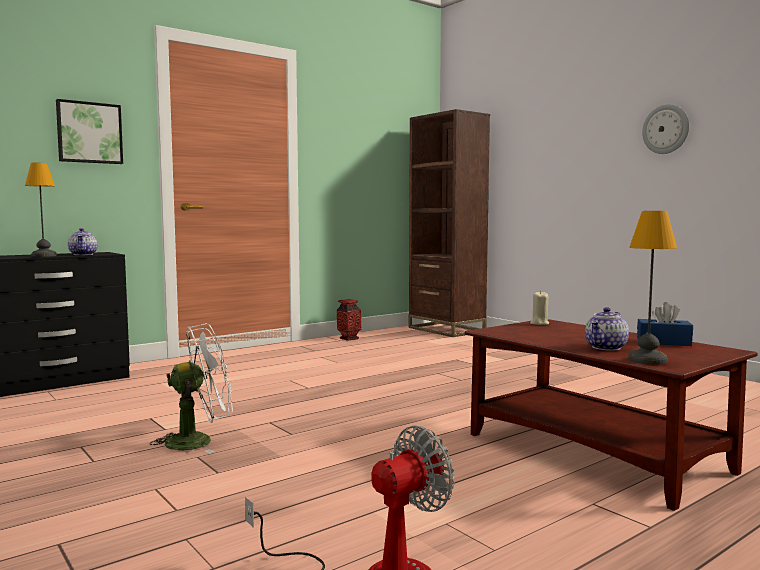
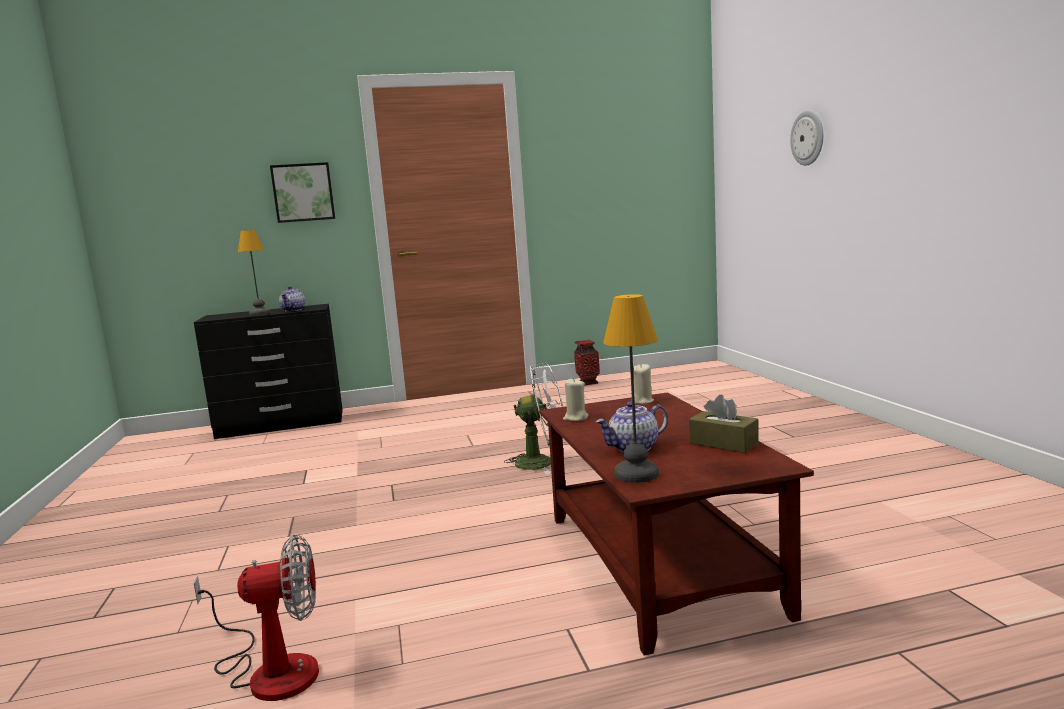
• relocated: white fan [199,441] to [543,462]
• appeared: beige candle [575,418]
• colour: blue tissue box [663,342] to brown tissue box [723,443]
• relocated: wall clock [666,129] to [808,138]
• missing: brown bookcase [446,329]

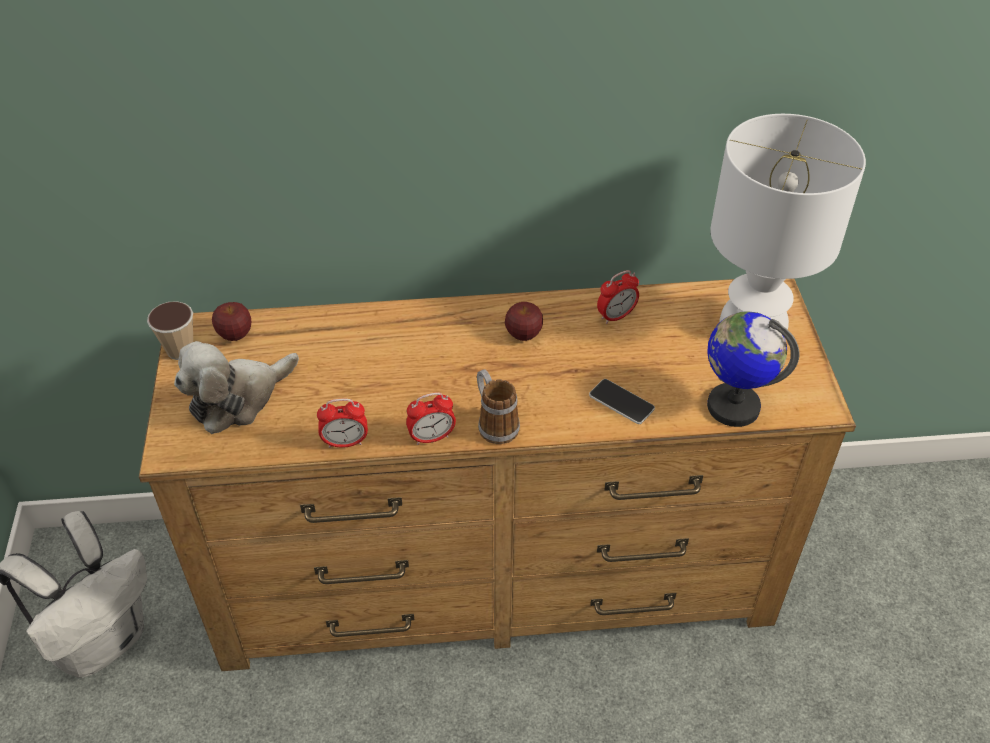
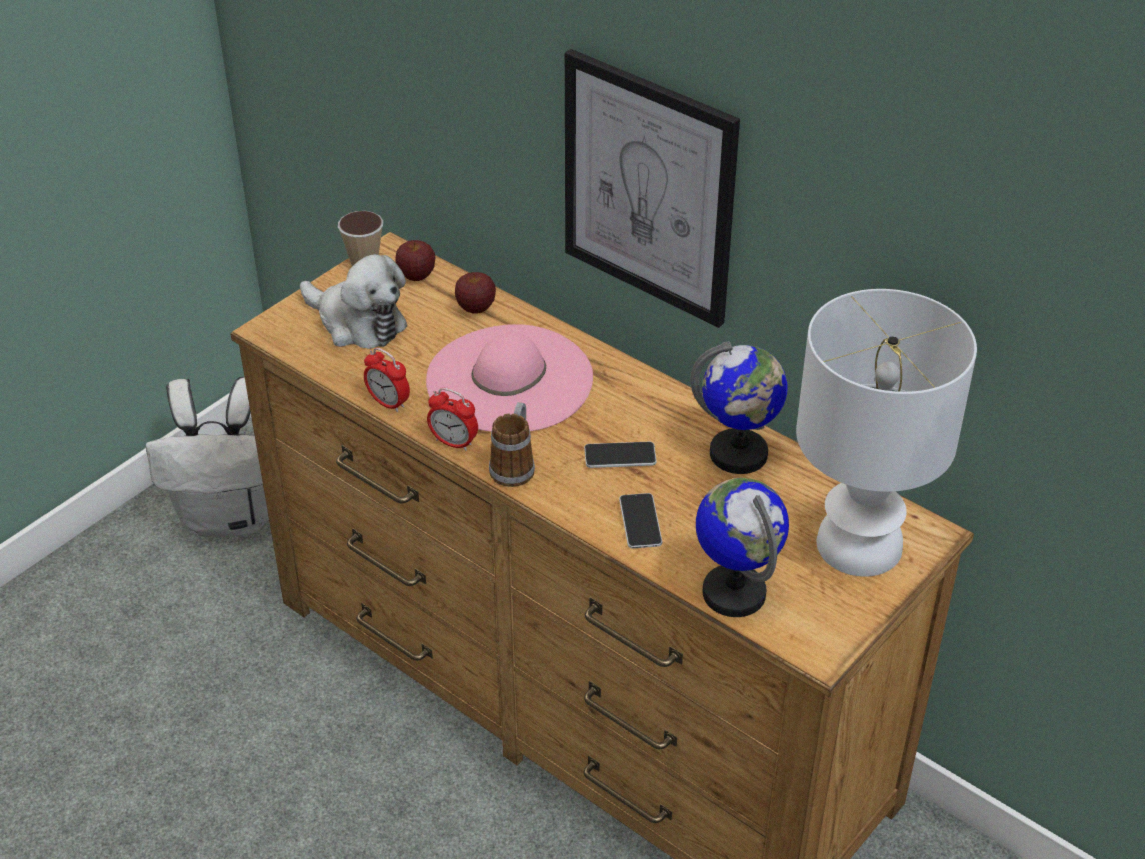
• spun: plush toy [237,399] = [357,323] 150 degrees counterclockwise
• appeared: pink hat [509,379]
• relocated: apple [523,334] to [476,308]
• appeared: picture [649,188]
• appeared: phone [620,456]
• exchanged: alarm clock [616,316] to globe [739,454]

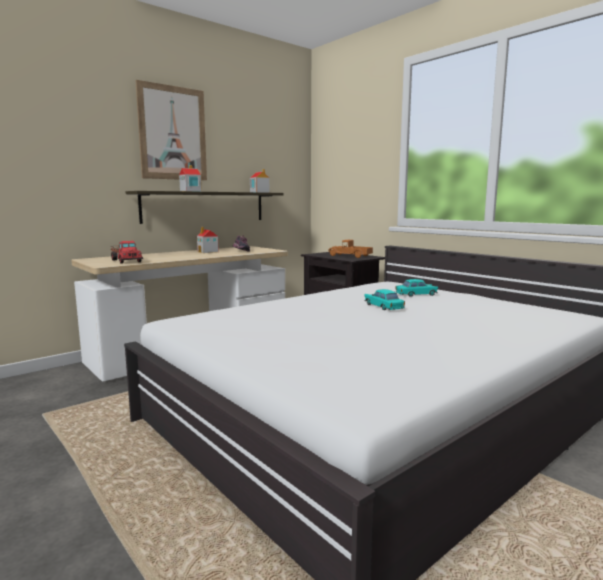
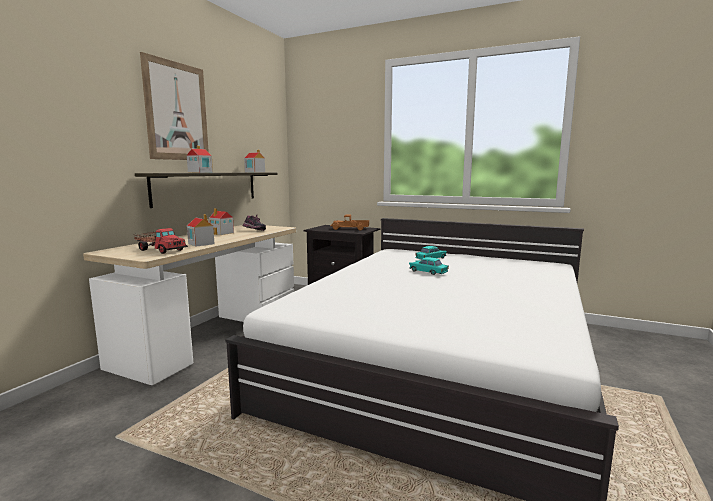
• appeared: toy house [201,244]

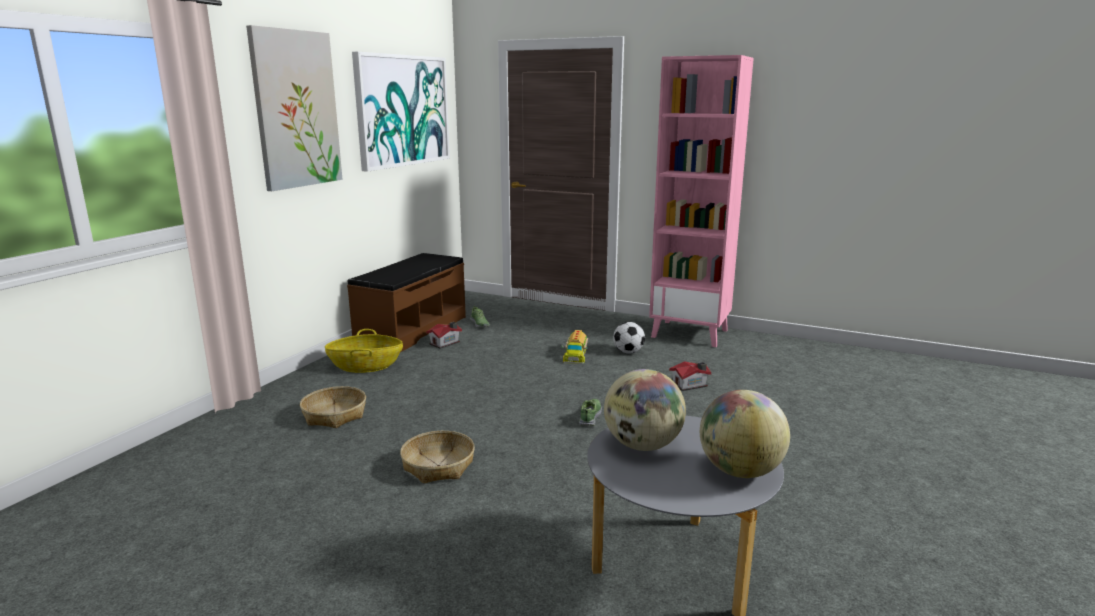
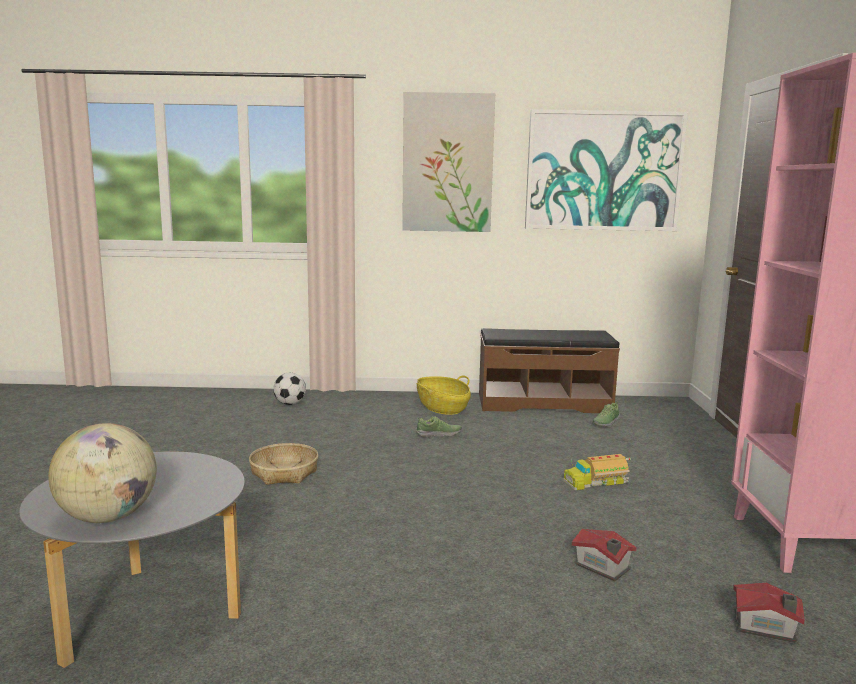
• relocated: football [628,352] to [290,403]
• relocated: shoe [590,417] to [439,434]
• relocated: toy house [445,343] to [766,628]
• missing: basket [334,415]
• missing: globe [642,445]

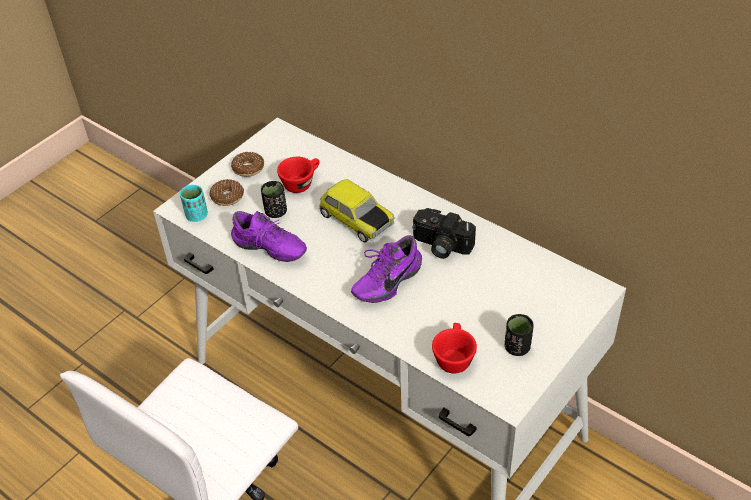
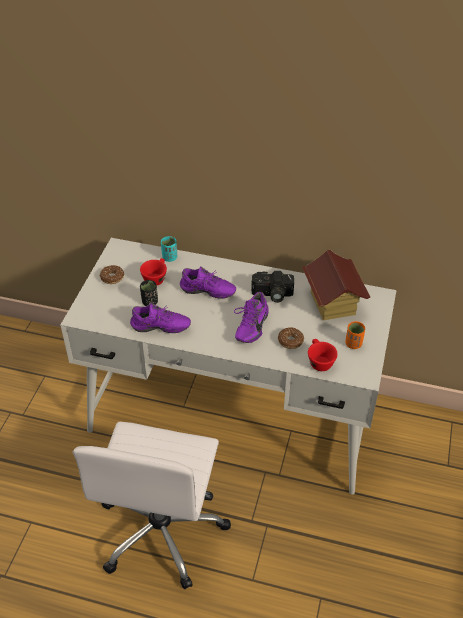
• relocated: turquoise cup [196,215] to [169,257]
• exchanged: toy car [355,220] to purple shoe [207,293]
• relocated: donut [227,197] to [290,341]
• appeared: toy house [332,303]
• colour: black cup [517,347] to orange cup [353,344]

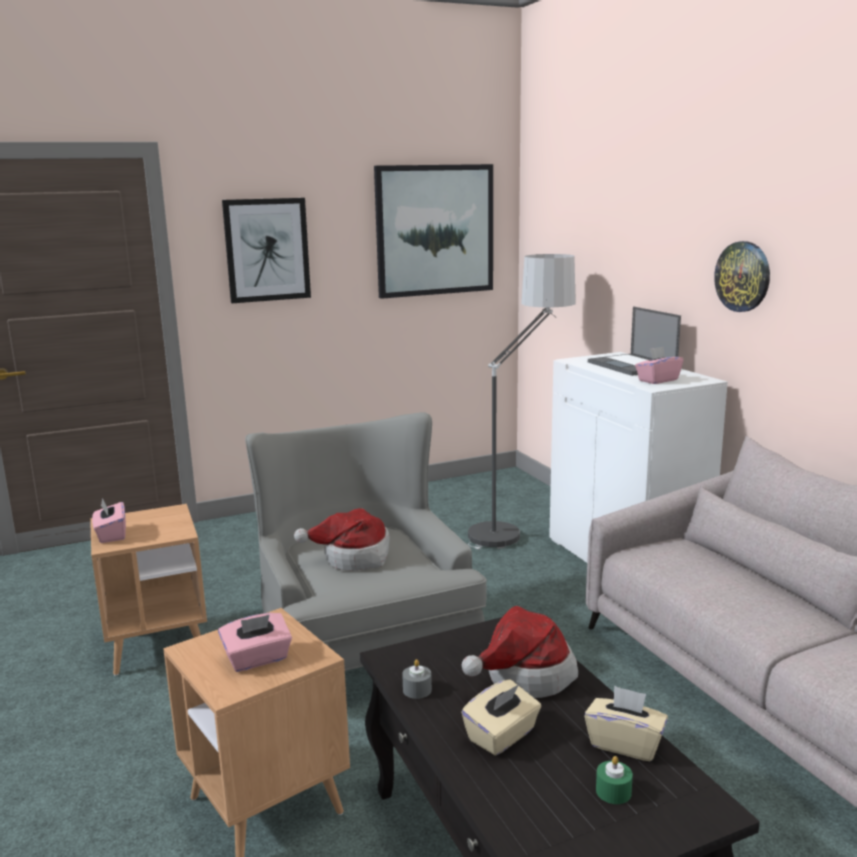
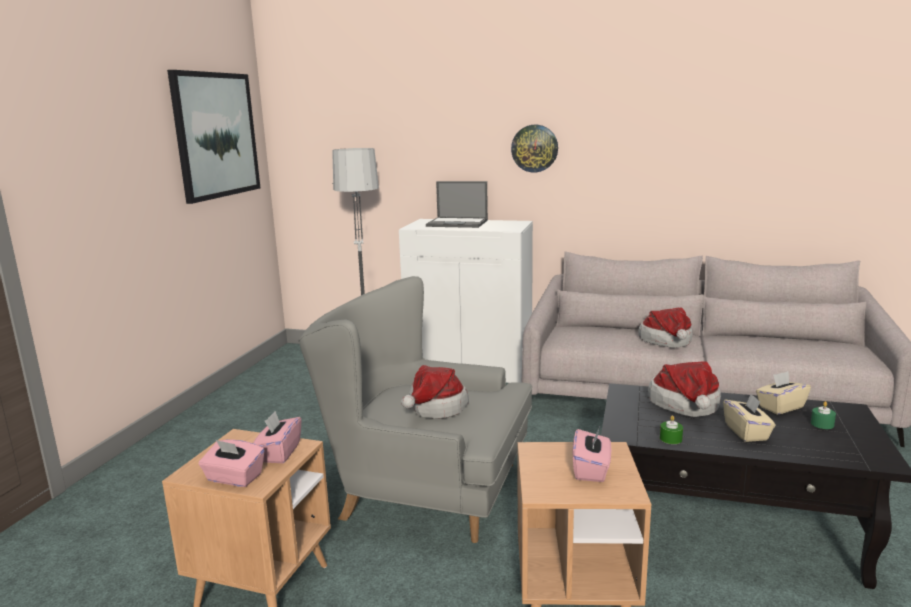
• relocated: pink tissue box [657,380] to [279,453]
• appeared: hat [667,341]
• colour: grey candle [417,690] to green candle [670,439]
• missing: picture [267,250]

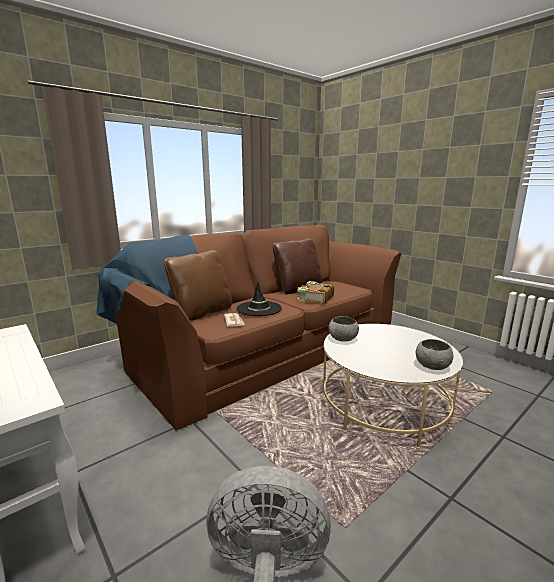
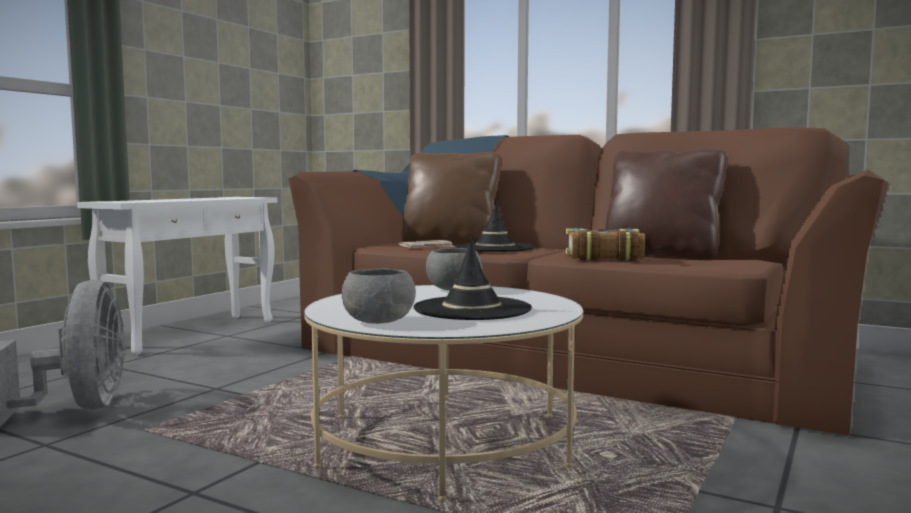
• appeared: black hat [472,309]

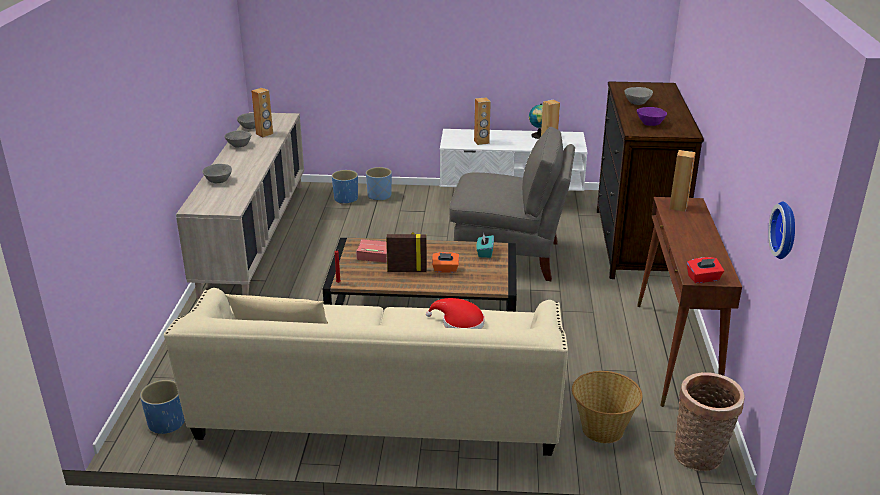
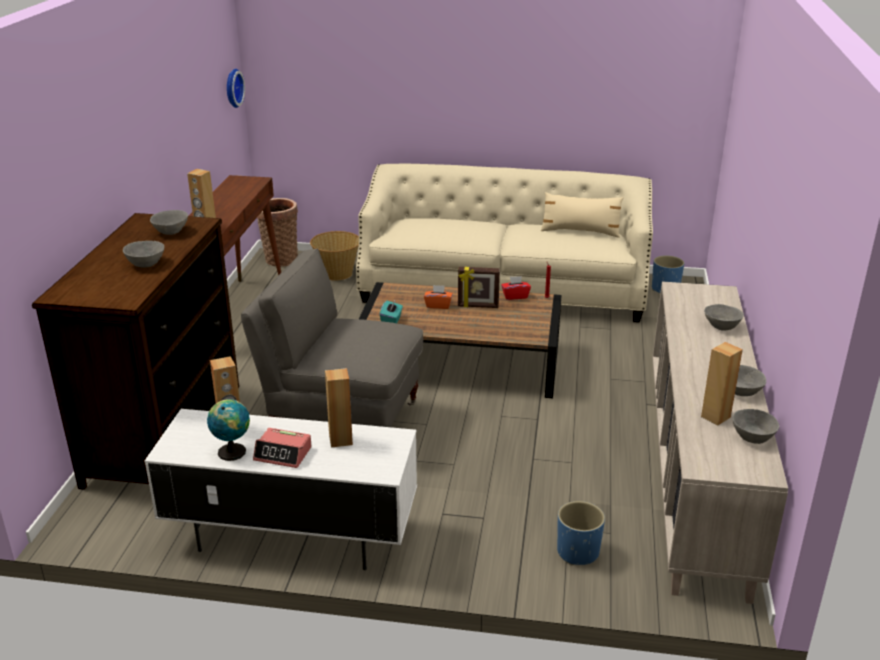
• colour: purple bowl [650,123] to grey bowl [170,231]
• relocated: alarm clock [374,255] to [283,454]
• relocated: red tissue box [703,278] to [515,296]
• missing: blue planter [379,196]
• missing: red hat [459,323]

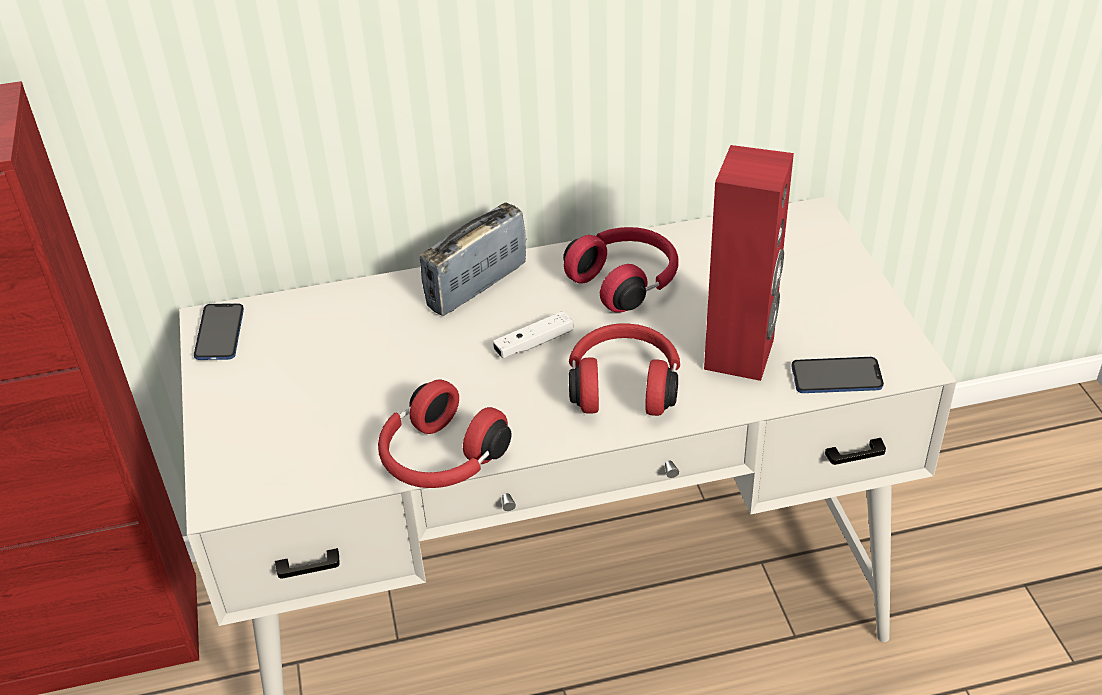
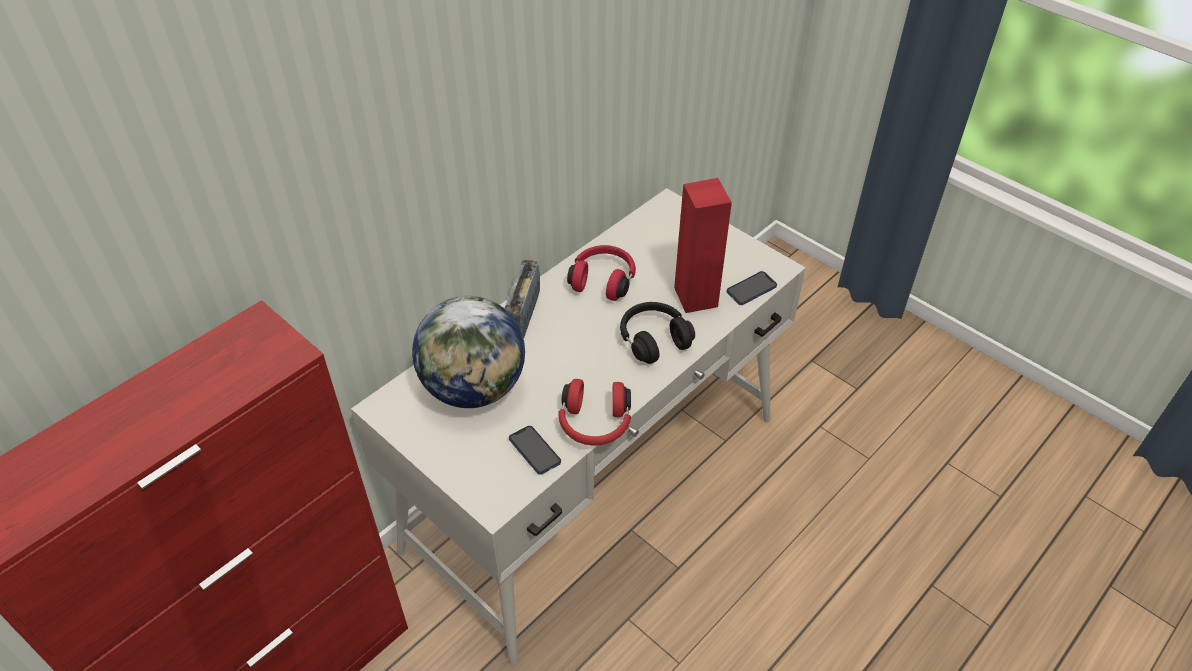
• appeared: globe [474,388]
• relocated: phone [220,333] to [534,451]
• colour: red headphones [624,385] to black headphones [653,339]
• missing: white game controller [534,343]

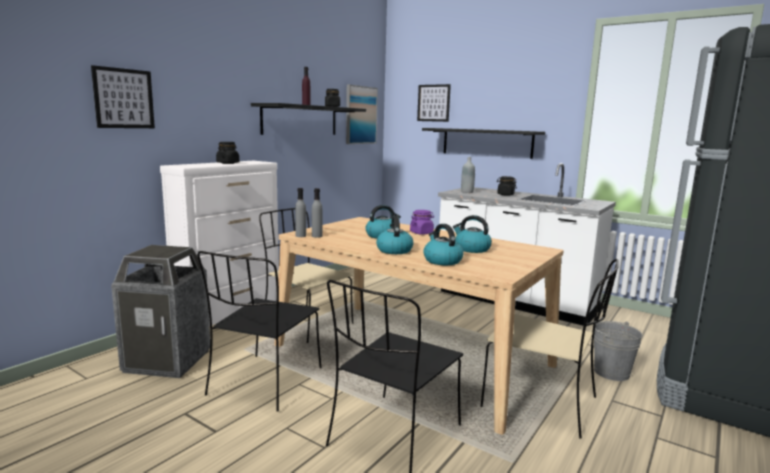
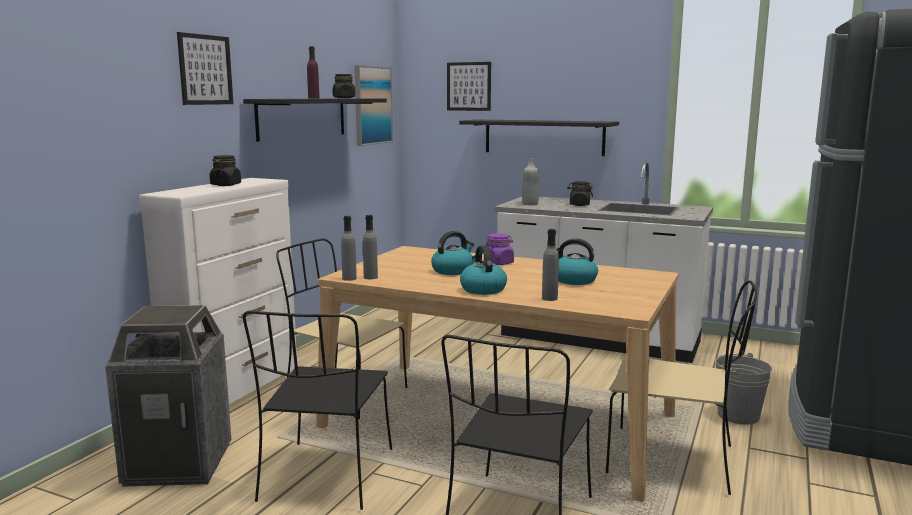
• relocated: picture [124,98] to [205,70]
• exchanged: kettle [442,261] to grey bottle [549,298]

